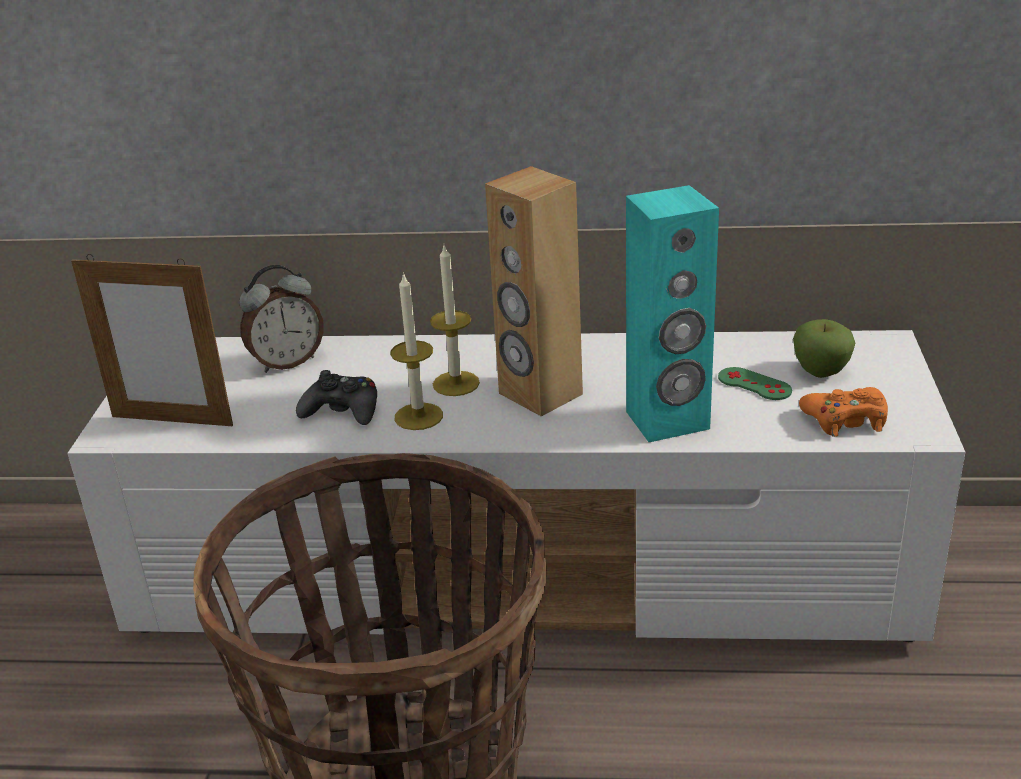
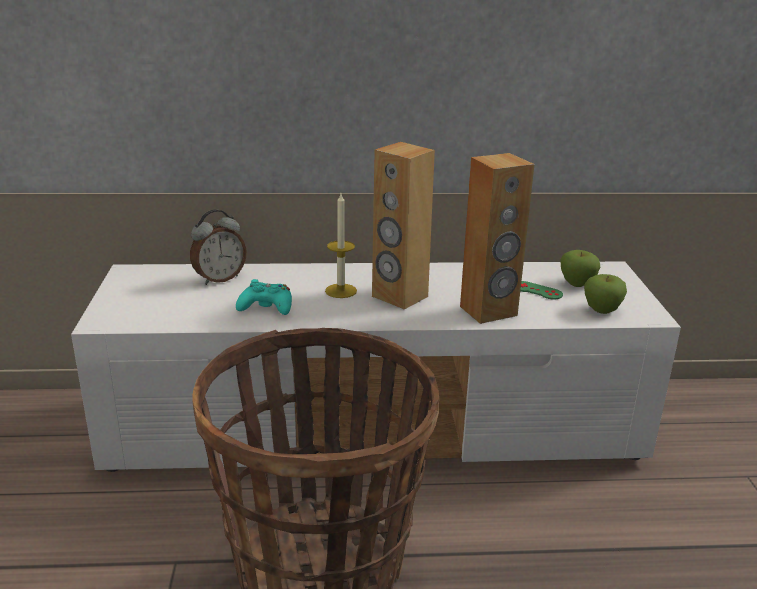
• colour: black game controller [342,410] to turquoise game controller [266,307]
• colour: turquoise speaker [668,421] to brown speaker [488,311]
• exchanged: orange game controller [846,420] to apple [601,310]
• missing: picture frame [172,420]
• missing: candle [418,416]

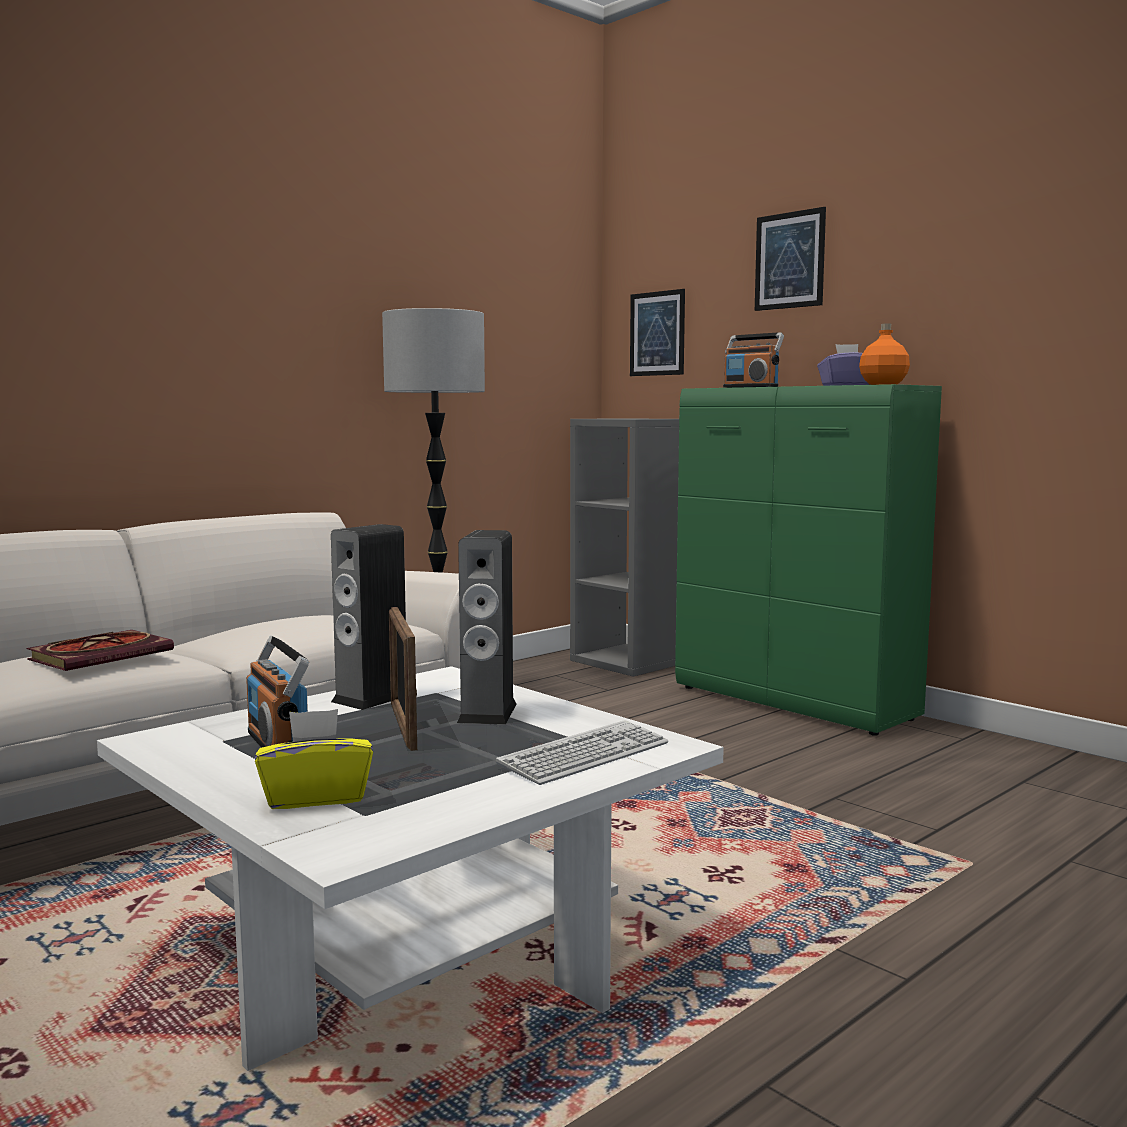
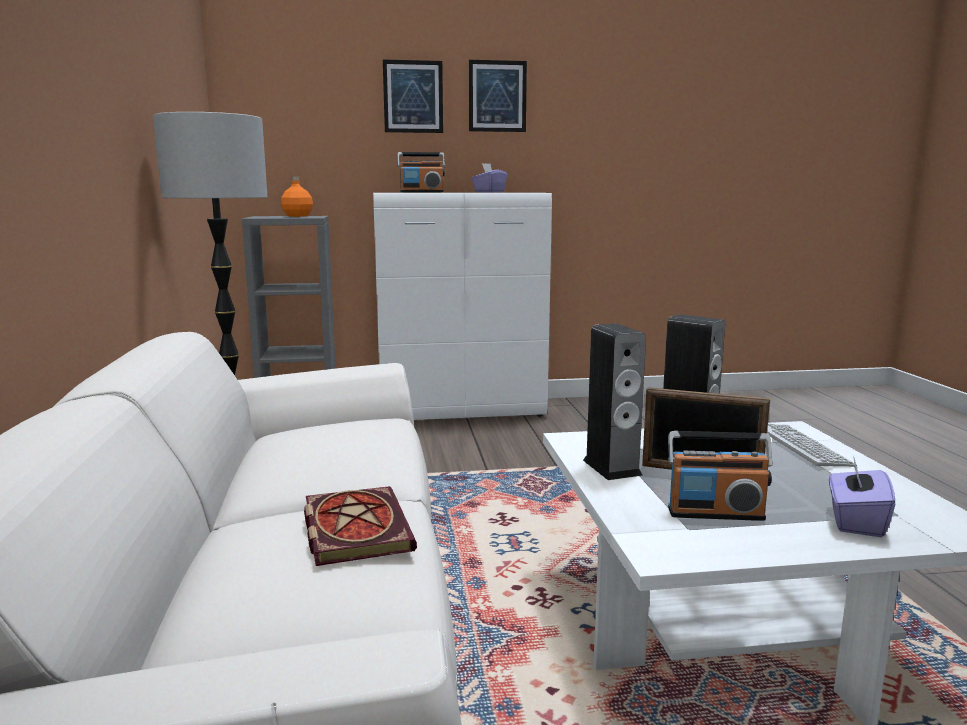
• relocated: orange bottle [882,384] to [297,216]
• colour: green cabinet [795,703] to white cabinet [463,412]
• relocated: picture [657,333] to [497,96]
• colour: yellow tissue box [316,797] to purple tissue box [855,521]

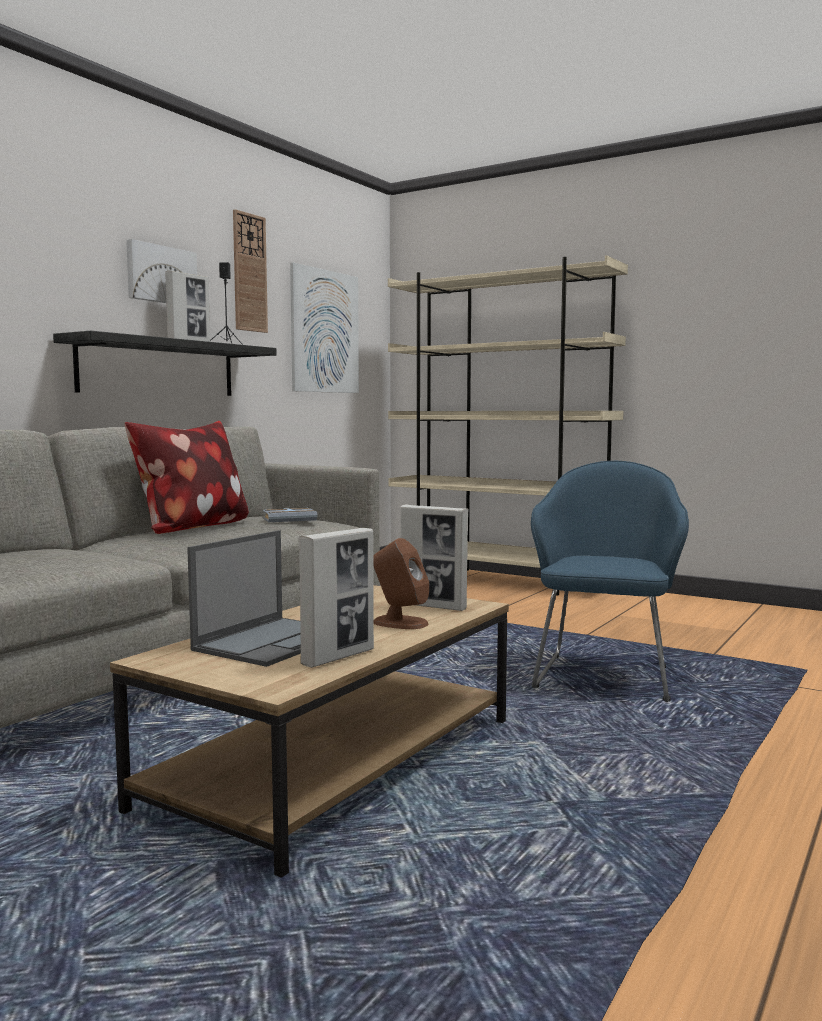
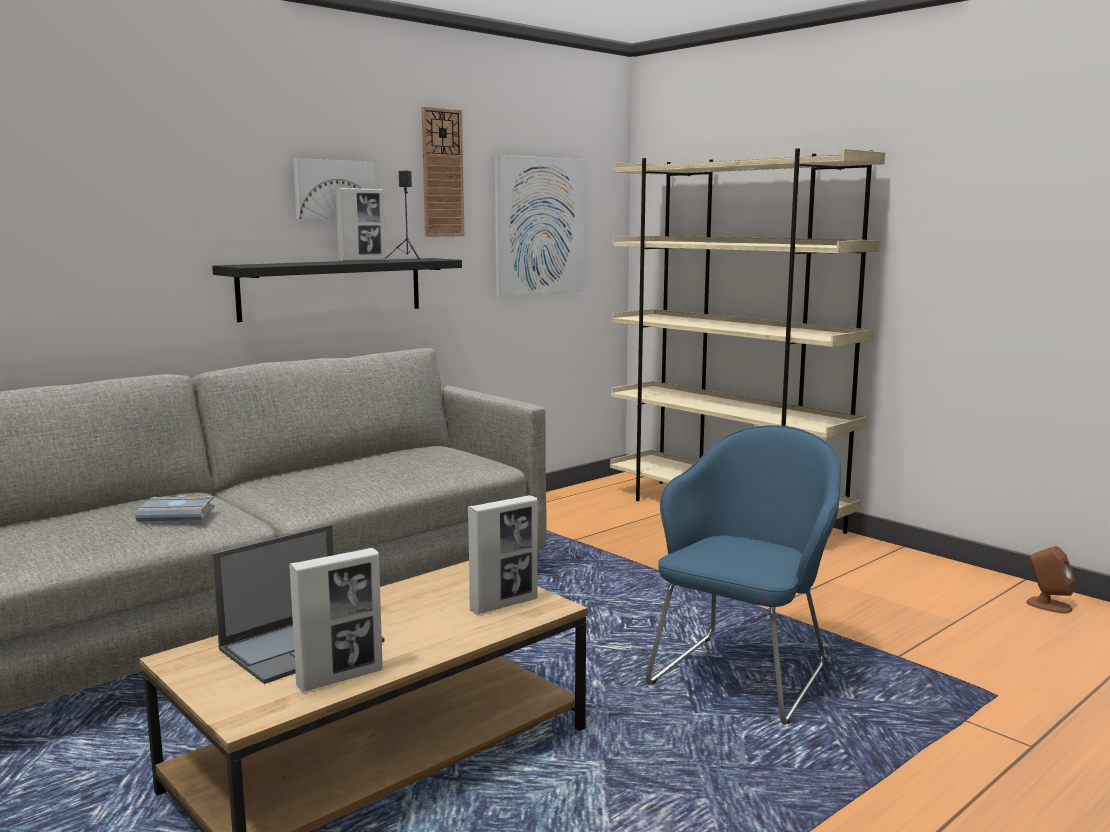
• relocated: grey book [290,519] to [179,514]
• spun: picture frame [433,606] = [504,604] 75 degrees counterclockwise
• relocated: brown speaker [399,623] to [1048,605]
• missing: pillow [191,528]

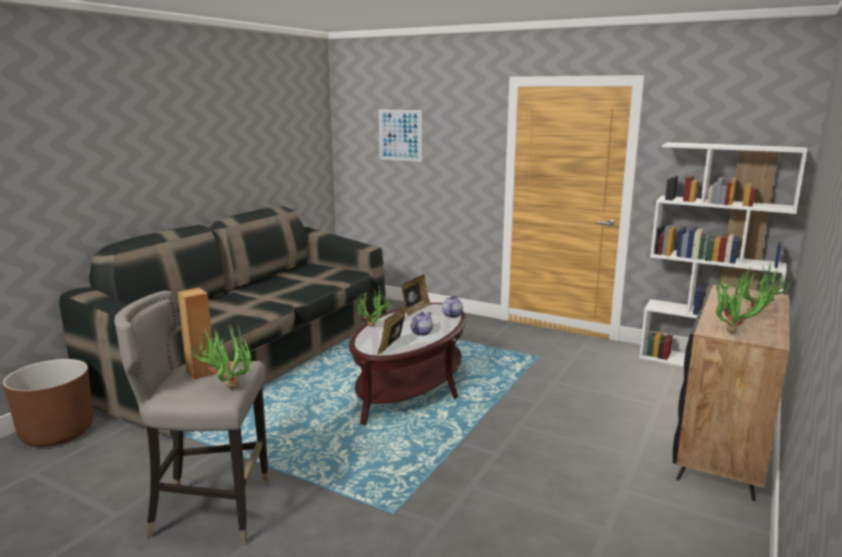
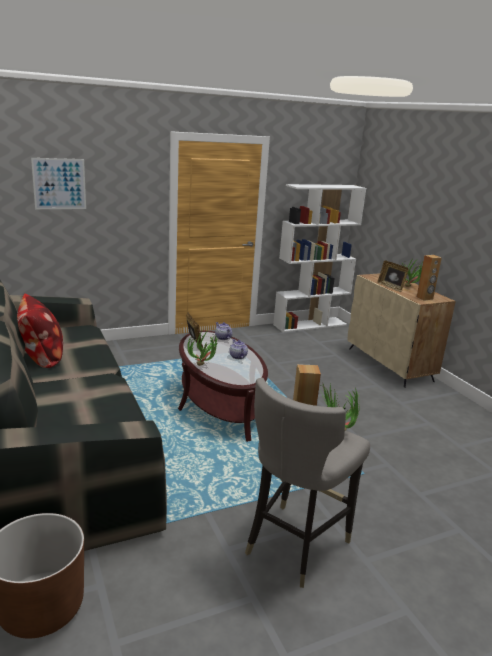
• appeared: pillow [41,357]
• colour: black cabinet [722,448] to beige cabinet [390,364]
• relocated: picture frame [393,346] to [391,287]
• exchanged: potted plant [732,331] to brown speaker [424,298]

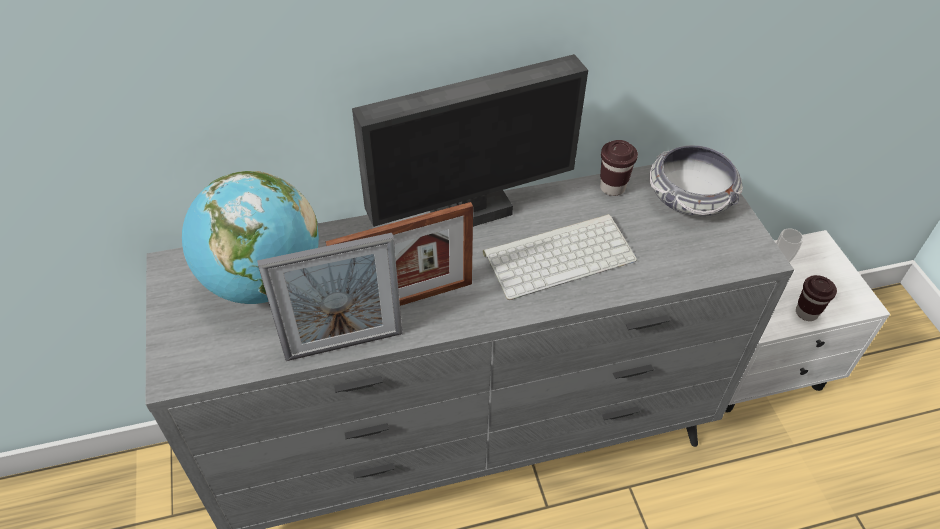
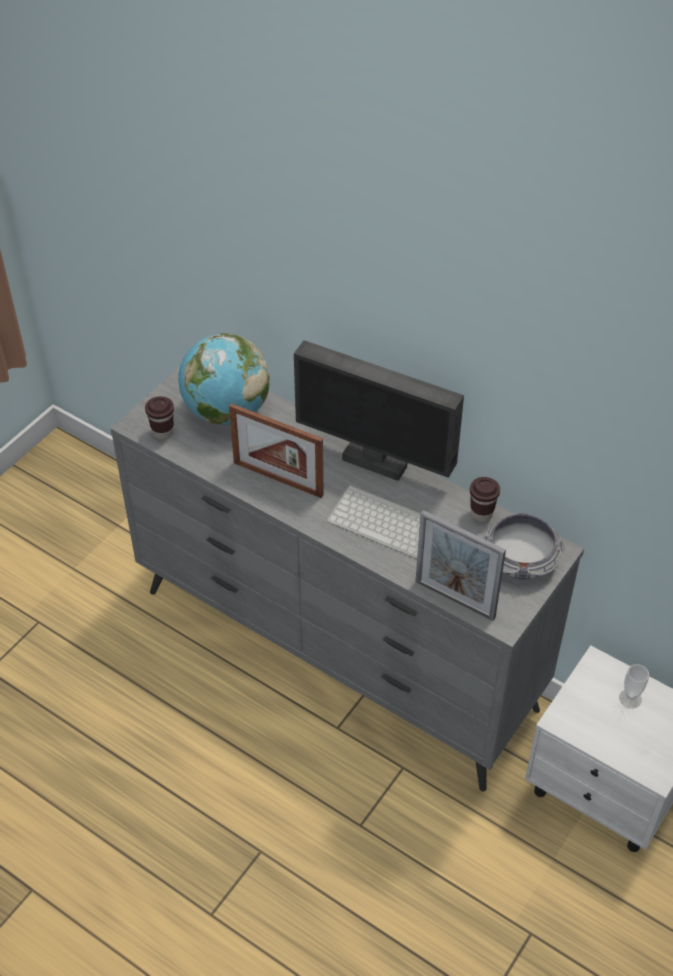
• relocated: brown cup [806,313] to [163,433]
• relocated: picture frame [344,345] to [454,599]

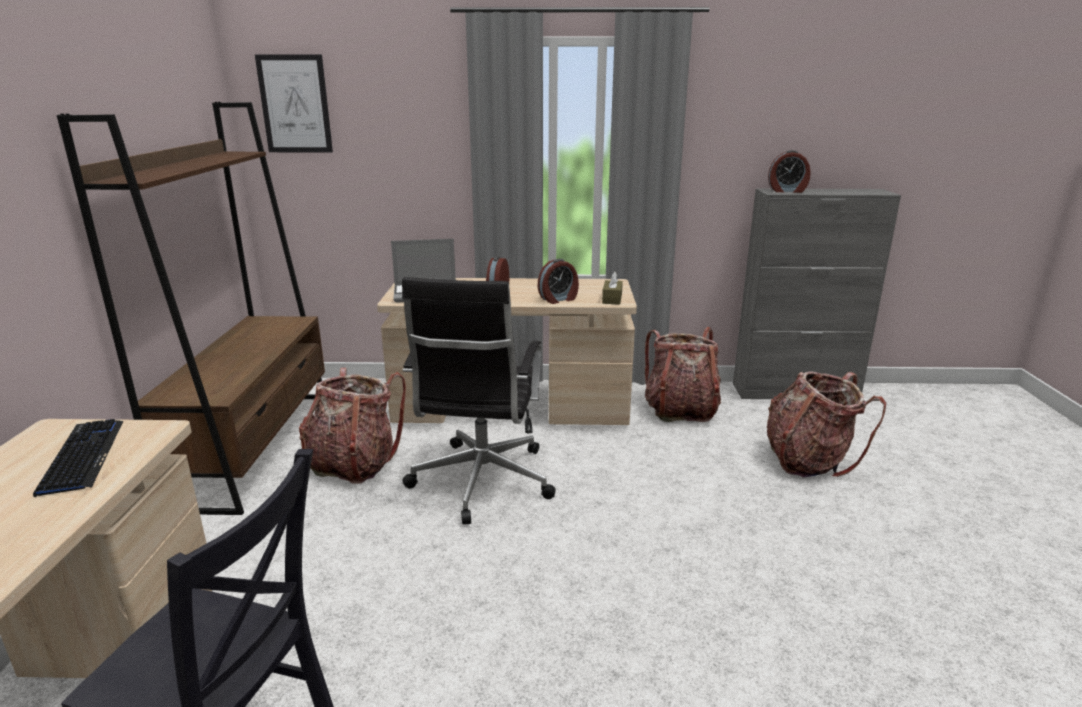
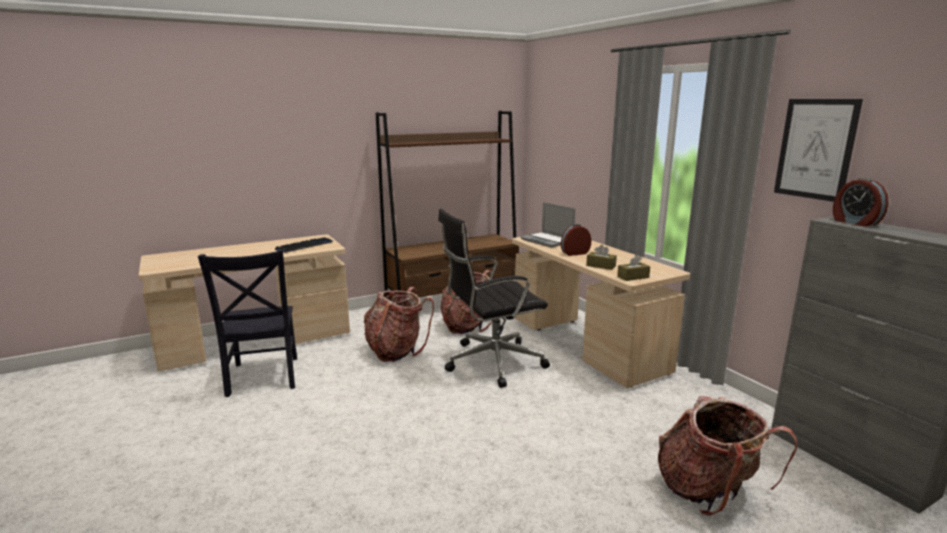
• relocated: backpack [680,410] to [396,351]
• exchanged: alarm clock [558,299] to brown tissue box [601,266]
• relocated: picture [295,104] to [815,149]

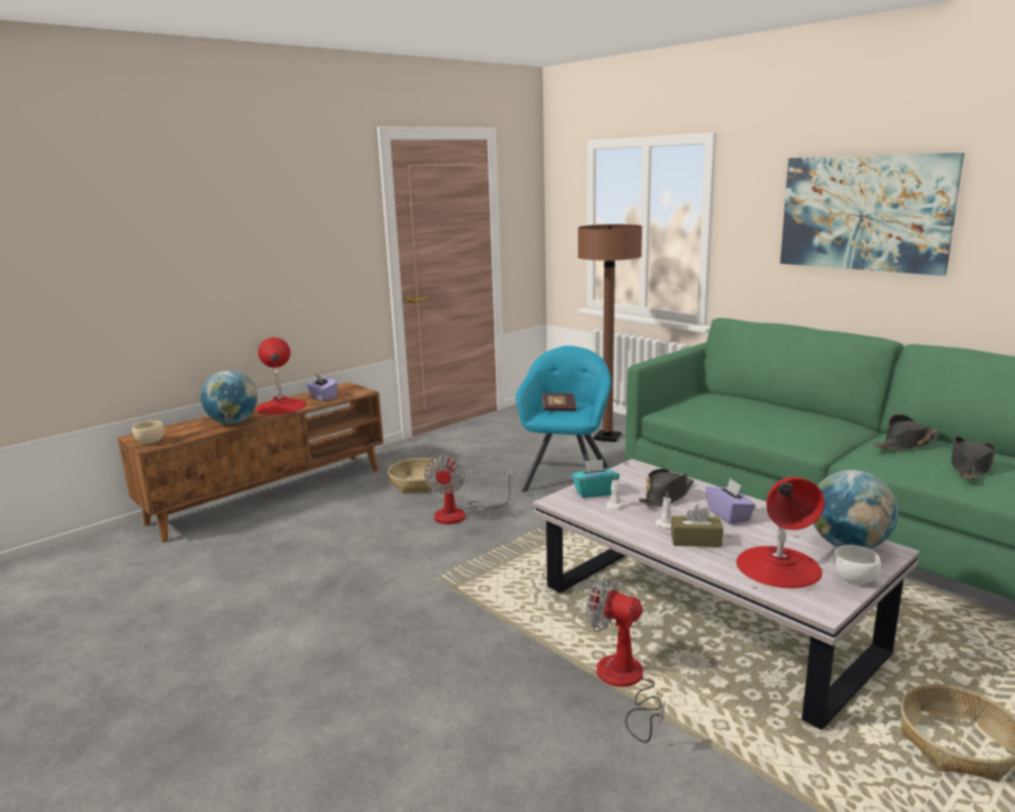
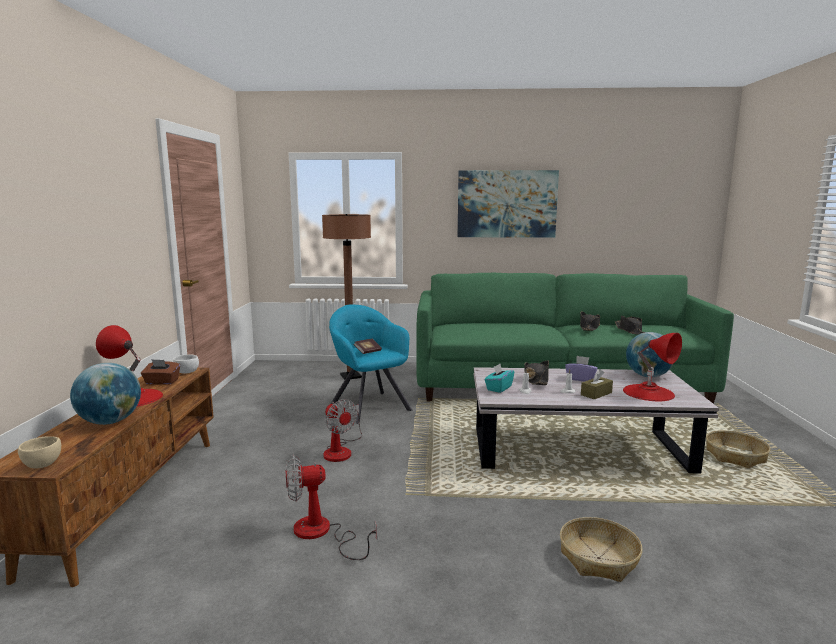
• colour: purple tissue box [323,397] to brown tissue box [162,382]
• relocated: white bowl [855,580] to [187,372]
• relocated: fan [625,684] to [321,533]
• relocated: basket [417,483] to [599,558]

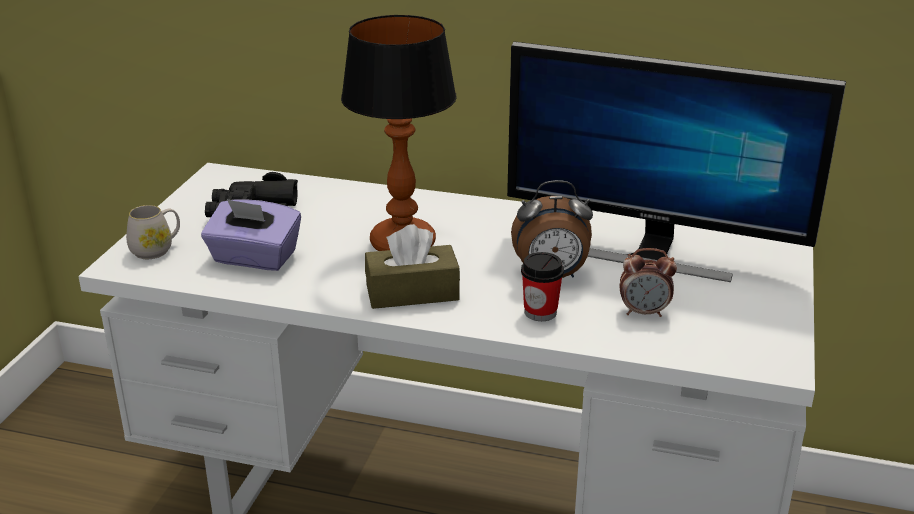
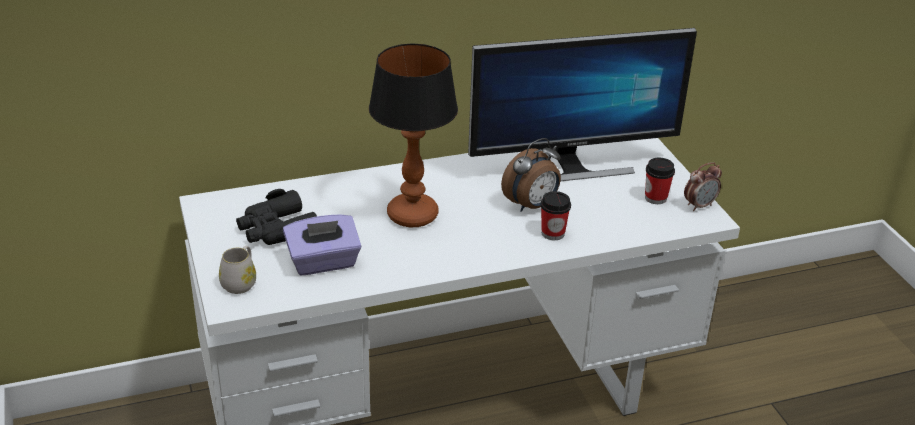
• appeared: cup [655,198]
• relocated: alarm clock [644,312] to [699,206]
• missing: brown tissue box [412,292]

